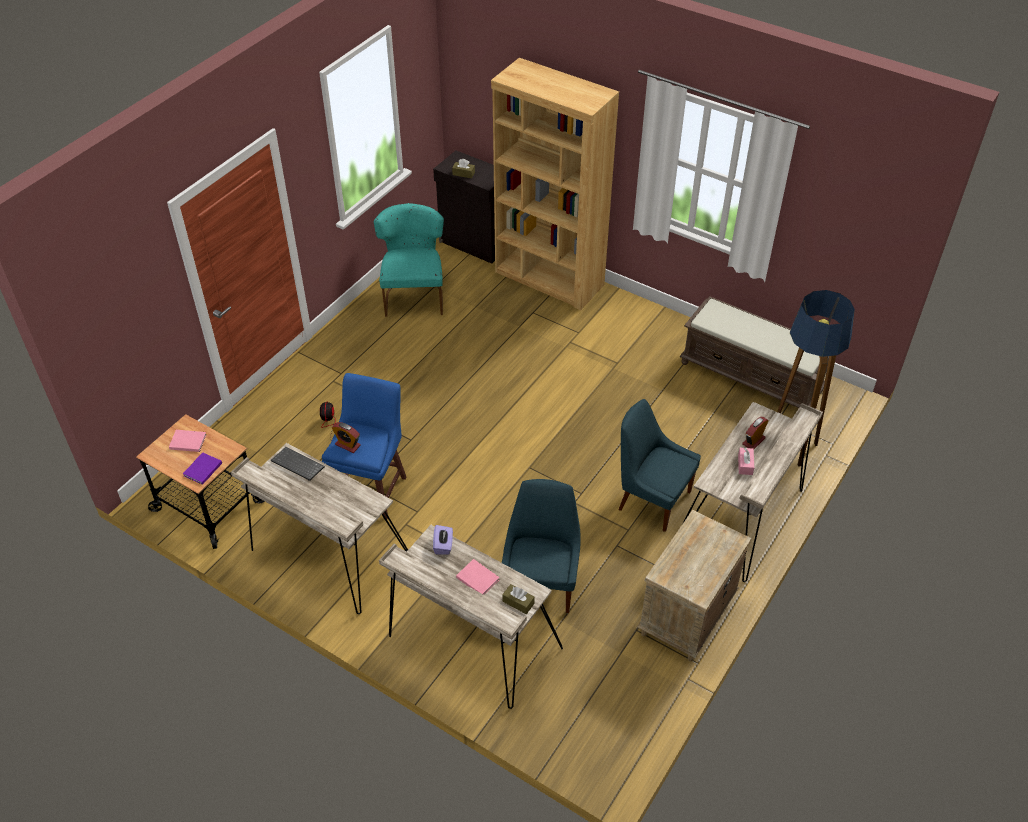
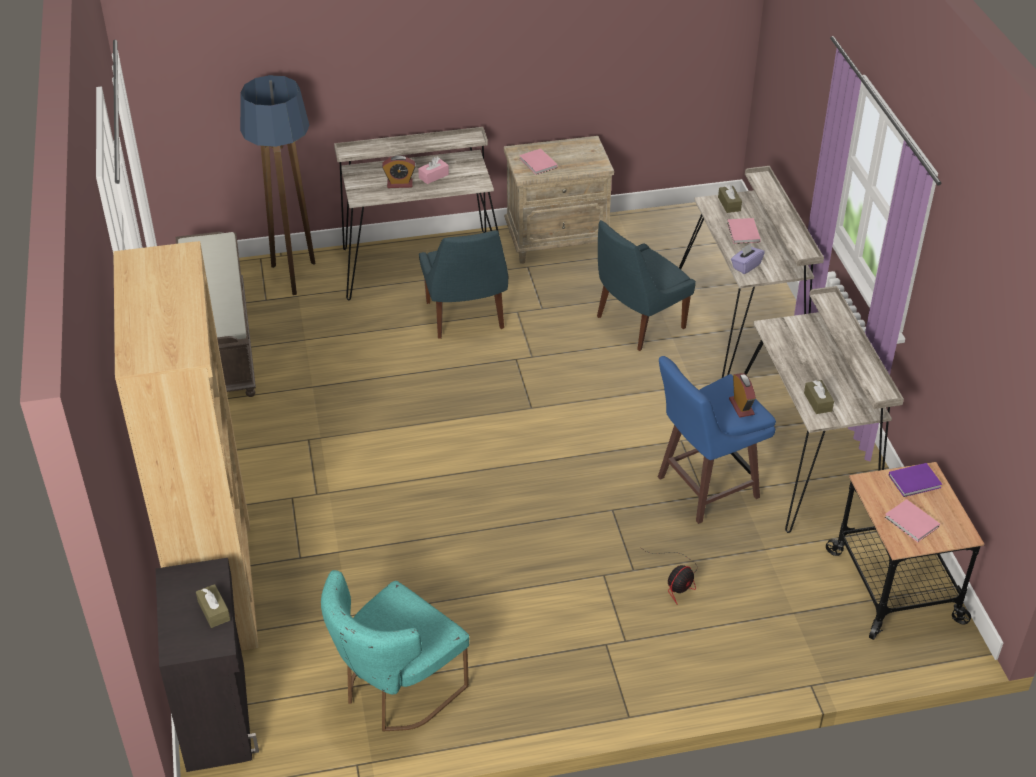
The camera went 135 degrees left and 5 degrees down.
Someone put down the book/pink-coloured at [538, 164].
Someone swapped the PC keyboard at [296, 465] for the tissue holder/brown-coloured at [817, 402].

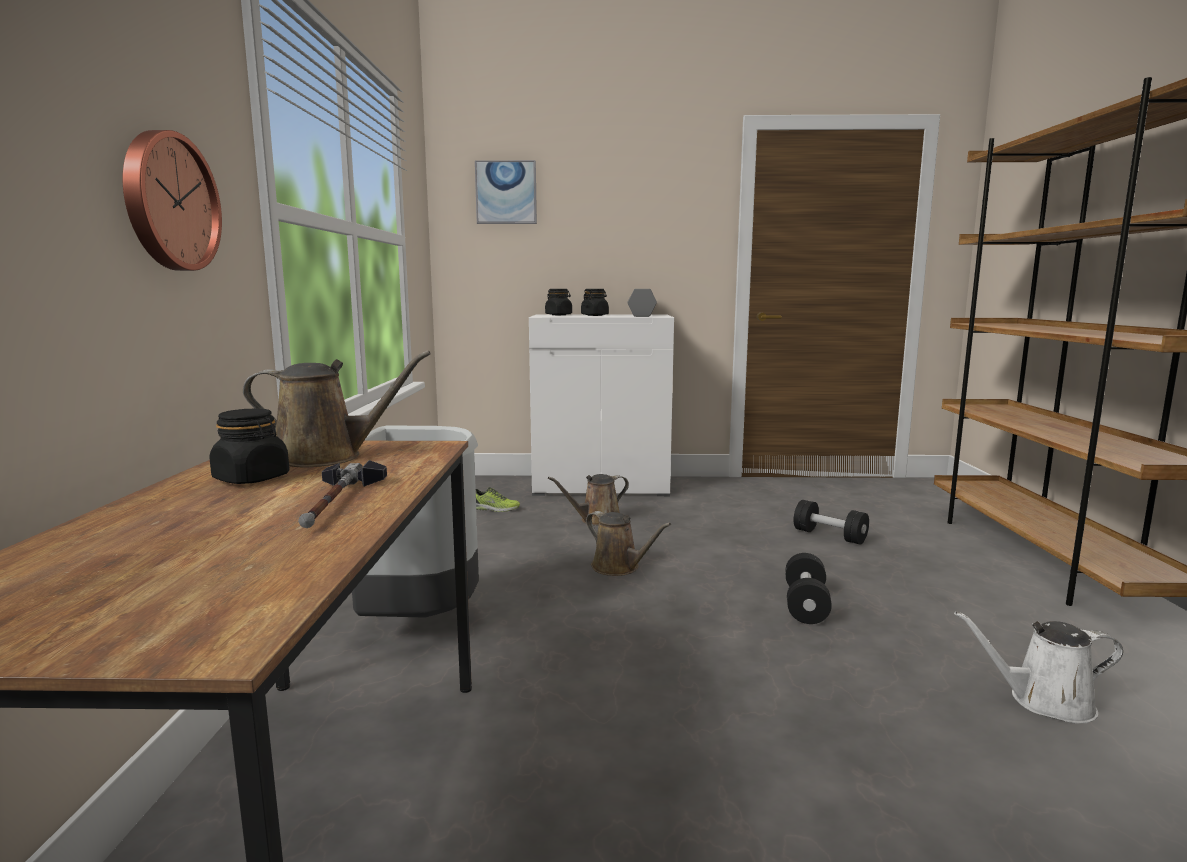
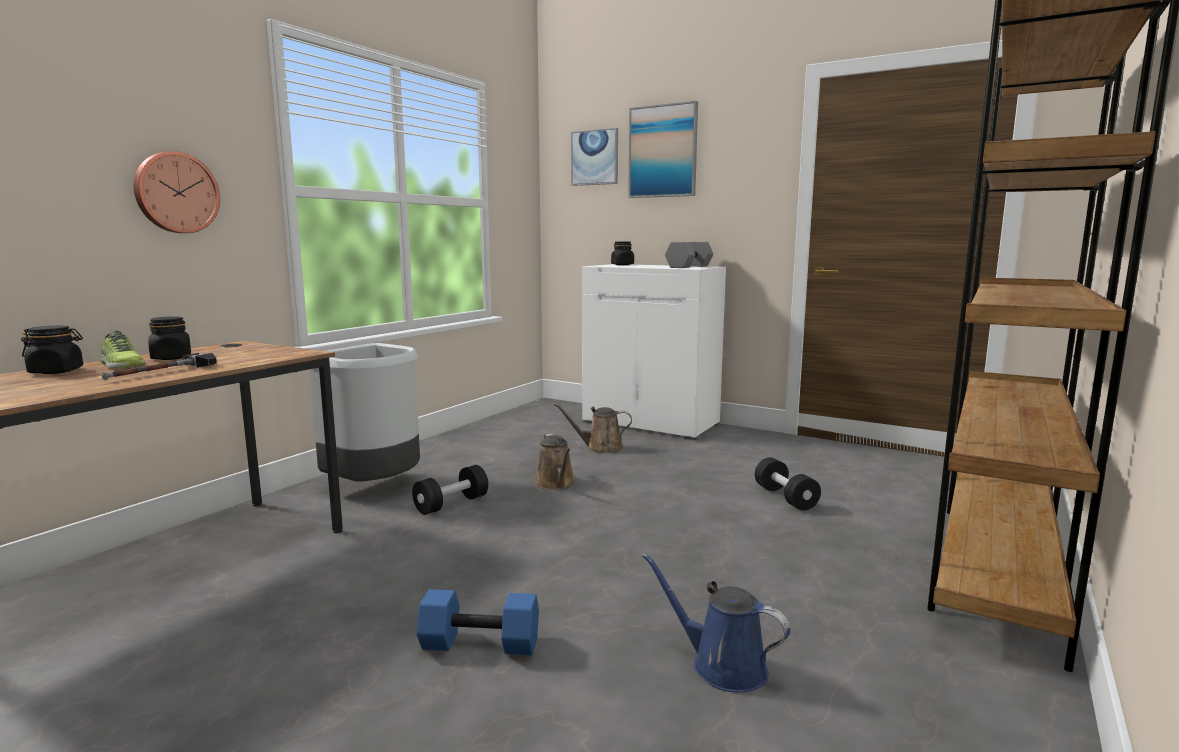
The camera went 30 degrees right and 0 degrees up.
Someone carried the storage jar/black-coloured from [594, 315] to [56, 371].
Someone carried the item of footwear from [494, 509] to [121, 365].
Someone carried the dumbbell/black-coloured from [805, 605] to [451, 504].
Someone put down the dumbbell/blue at [478, 645].
Someone put up the picture at [663, 151].
Someone repainted the watering can/whitish at [1043, 702], which became the watering can/blue at [722, 666].
Someone took away the watering can/brown-coloured at [326, 457].

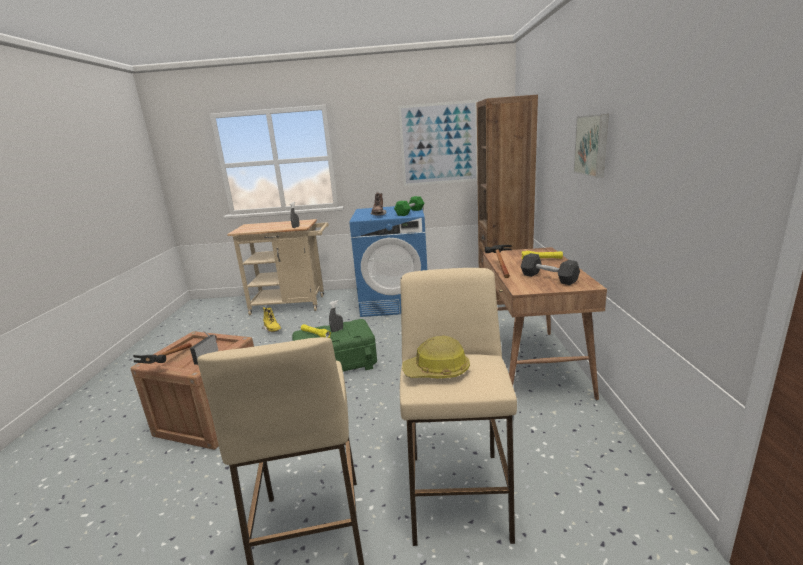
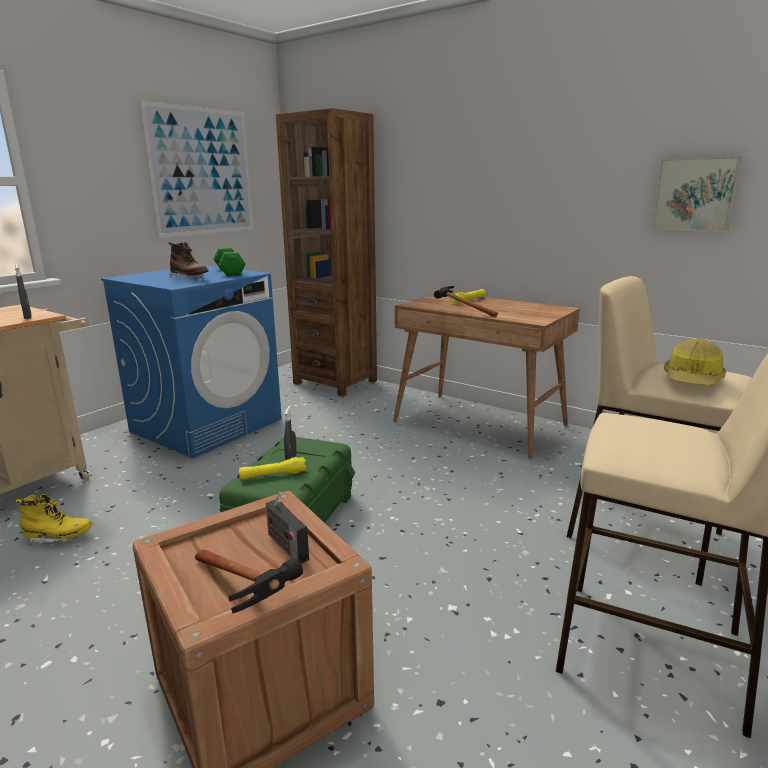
The camera went 55 degrees left and 0 degrees up.
Someone carried the picture from [593, 145] to [695, 194].
Someone took away the dumbbell/black-coloured at [548, 278].

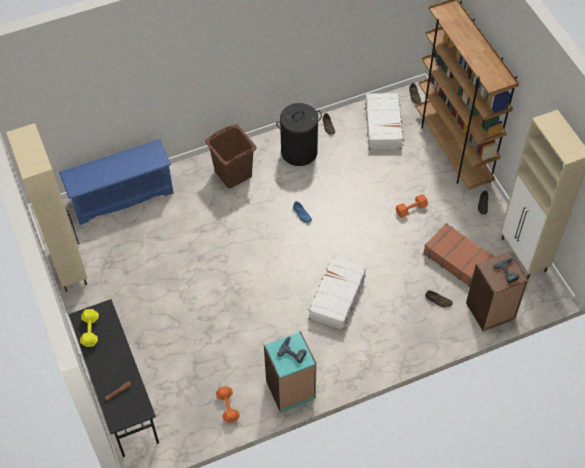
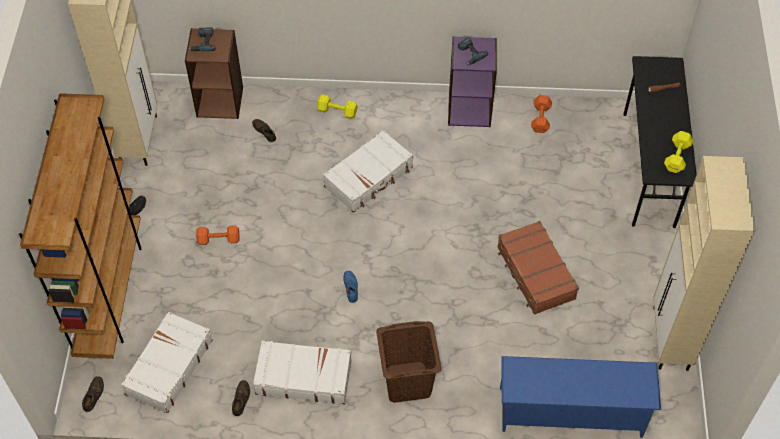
The camera went 155 degrees left and 0 degrees up.
Someone swapped the hamper/black-coloured at [299, 152] for the piece of luggage/whitish at [303, 377].
Someone put down the dumbbell/yellow-coloured at [336, 111].
Someone repainted the bookcase/blue-green at [290, 390], which became the bookcase/purple-coloured at [469, 109].
Someone carried the piece of luggage/brown-coloured from [459, 260] to [535, 273].

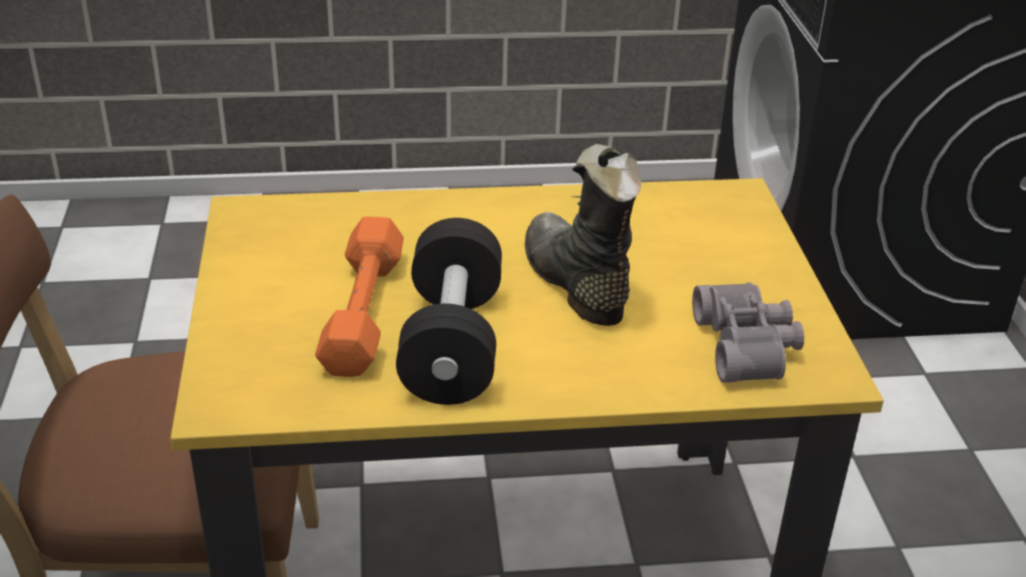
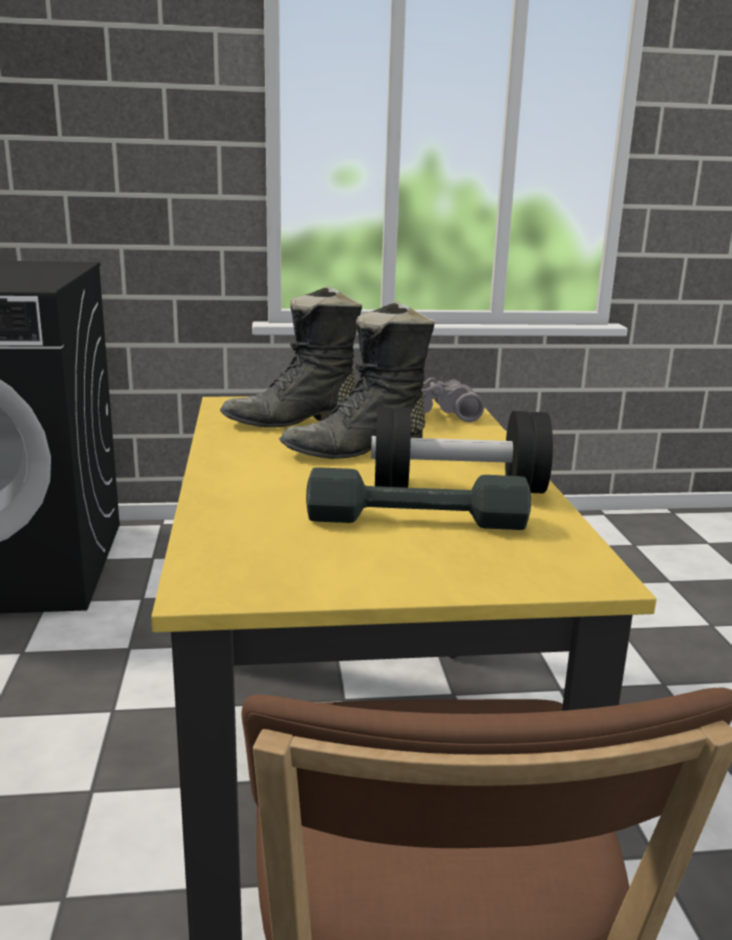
The camera went 90 degrees left and 15 degrees down.
Someone put down the tall boot/black-coloured at [293, 421].
Someone repainted the dumbbell/orange at [363, 311], which became the dumbbell/grey at [416, 520].

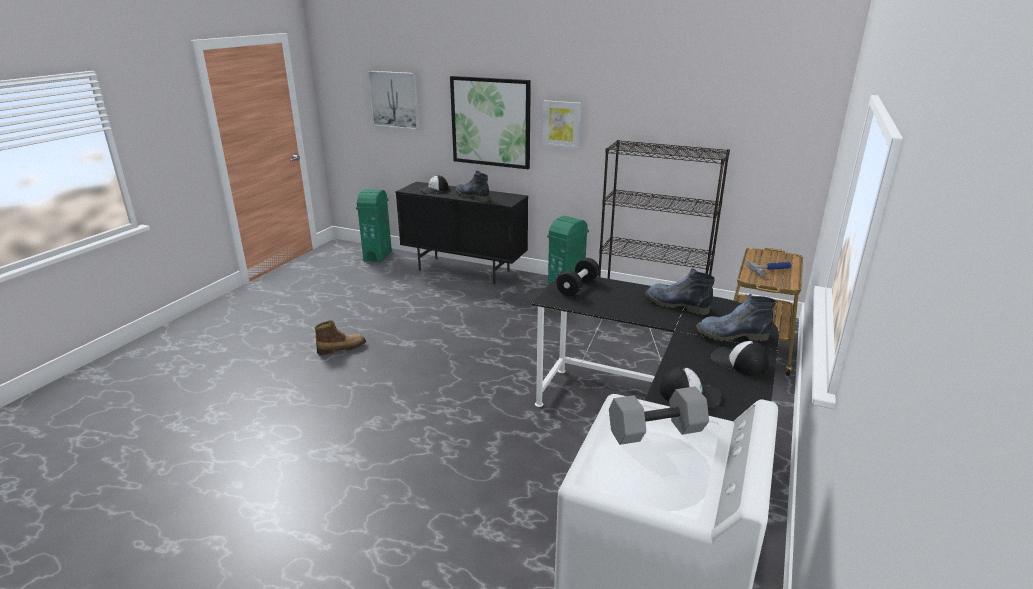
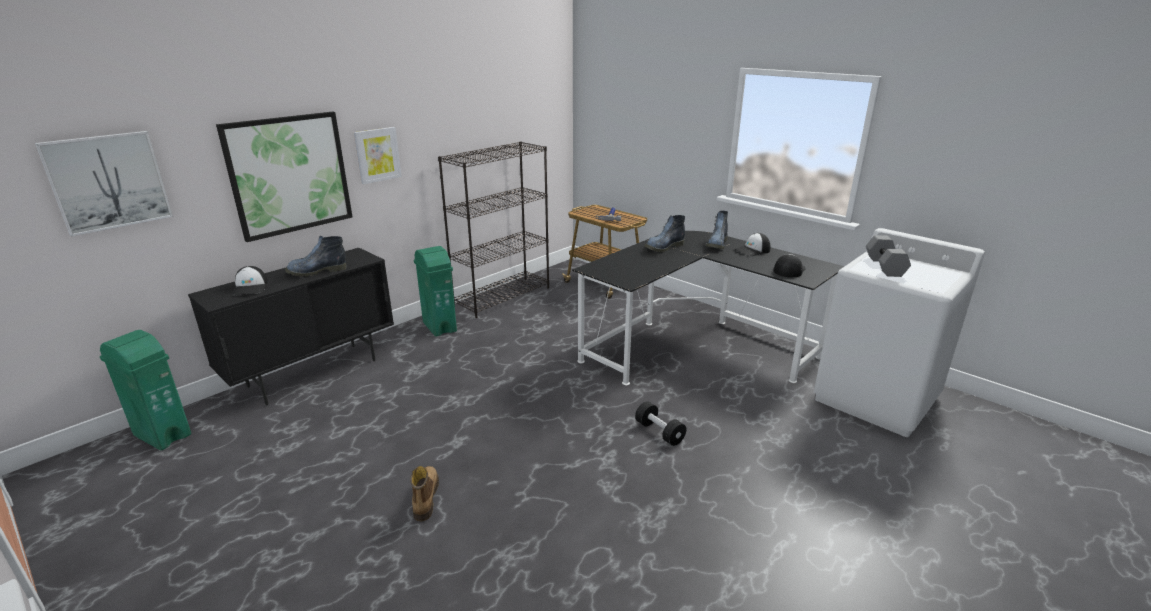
The camera went 70 degrees left and 0 degrees up.
Someone carried the dumbbell/black-coloured from [578, 287] to [659, 432].

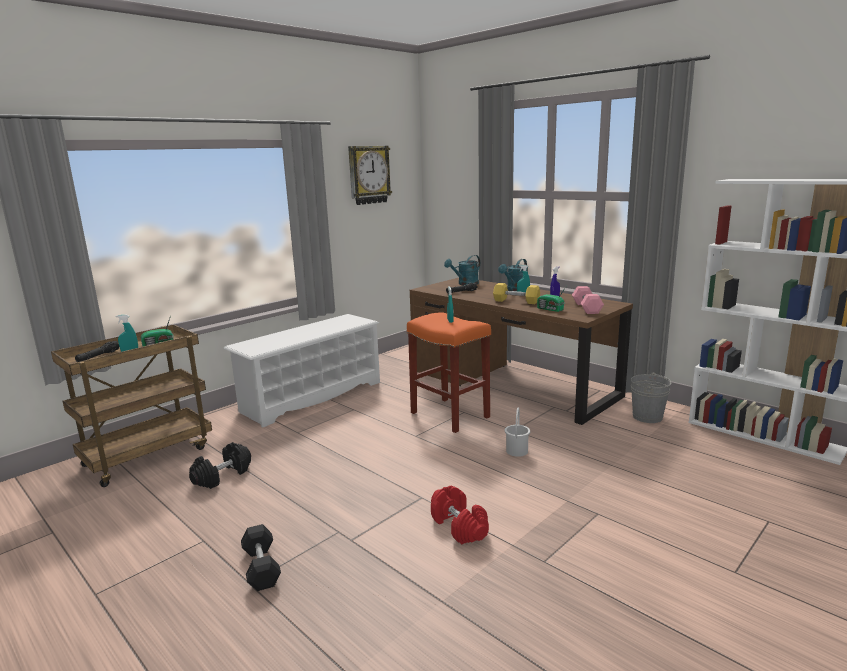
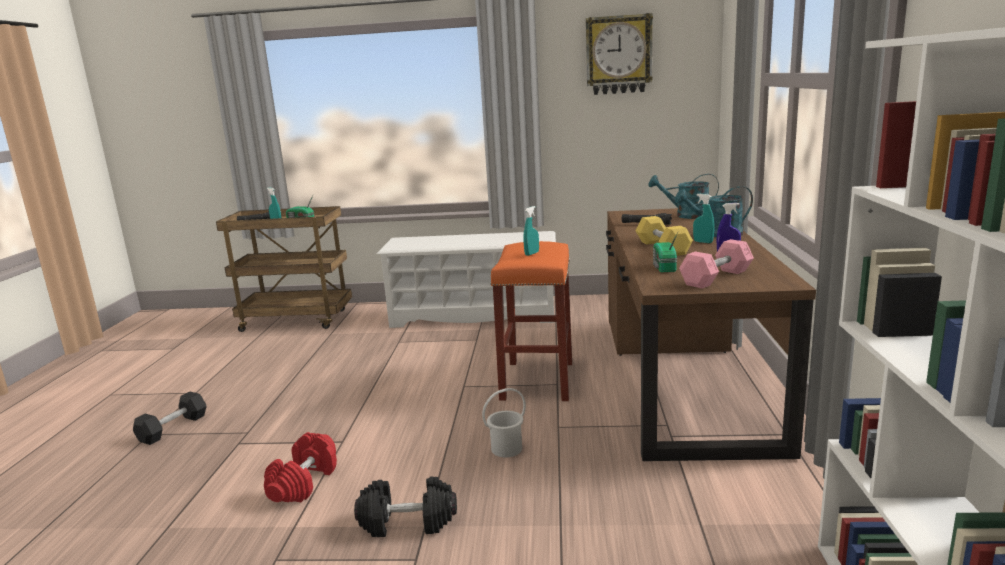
The camera went 50 degrees right and 0 degrees up.
Someone carried the dumbbell/black-coloured from [222, 476] to [408, 522].
Someone took away the bucket/grey at [647, 417].

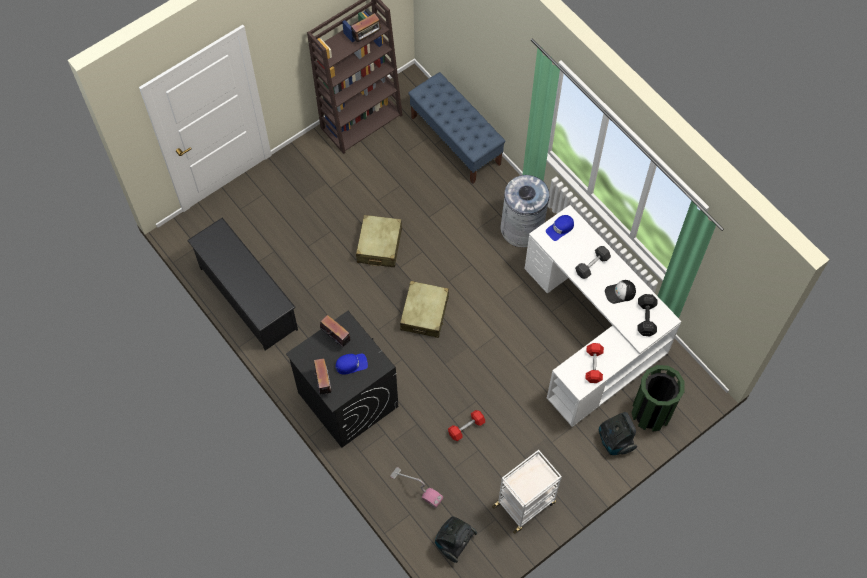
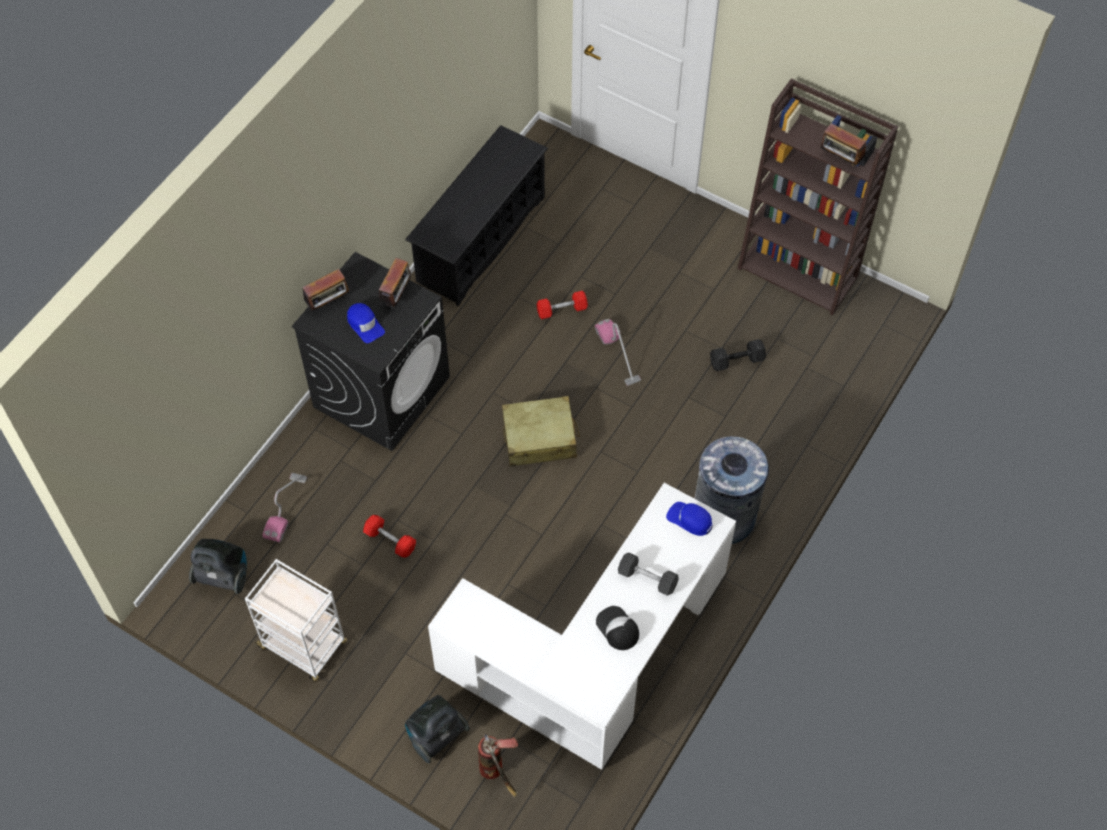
The camera went 70 degrees right and 5 degrees down.
Someone swapped the trash can/green at [651, 413] for the fire extinguisher at [498, 774].
Someone carried the dumbbell/red from [593, 365] to [562, 310].
Someone swapped the piece of luggage/beige at [379, 246] for the vacuum at [617, 354].
Someone carried the dumbbell/black-coloured from [645, 319] to [735, 361].
Someone took away the long seat/blue at [456, 141].

